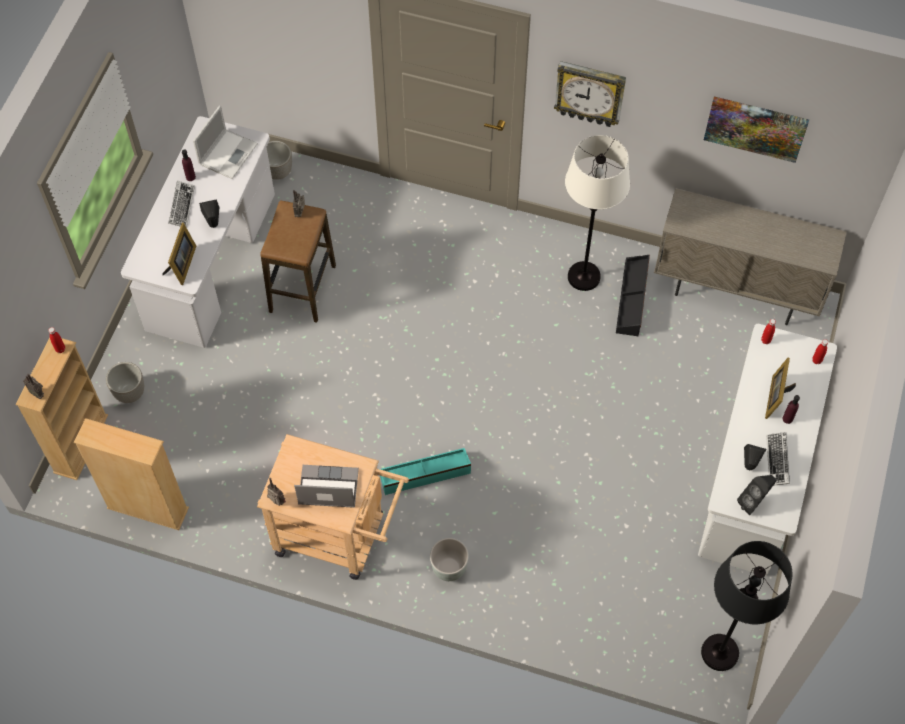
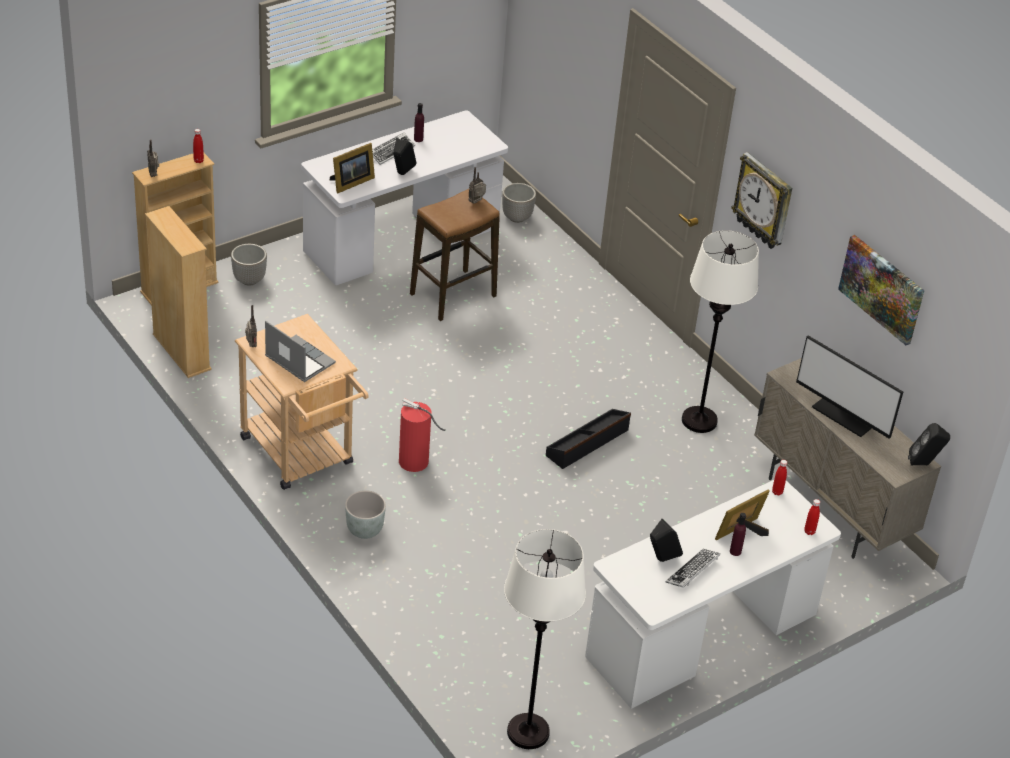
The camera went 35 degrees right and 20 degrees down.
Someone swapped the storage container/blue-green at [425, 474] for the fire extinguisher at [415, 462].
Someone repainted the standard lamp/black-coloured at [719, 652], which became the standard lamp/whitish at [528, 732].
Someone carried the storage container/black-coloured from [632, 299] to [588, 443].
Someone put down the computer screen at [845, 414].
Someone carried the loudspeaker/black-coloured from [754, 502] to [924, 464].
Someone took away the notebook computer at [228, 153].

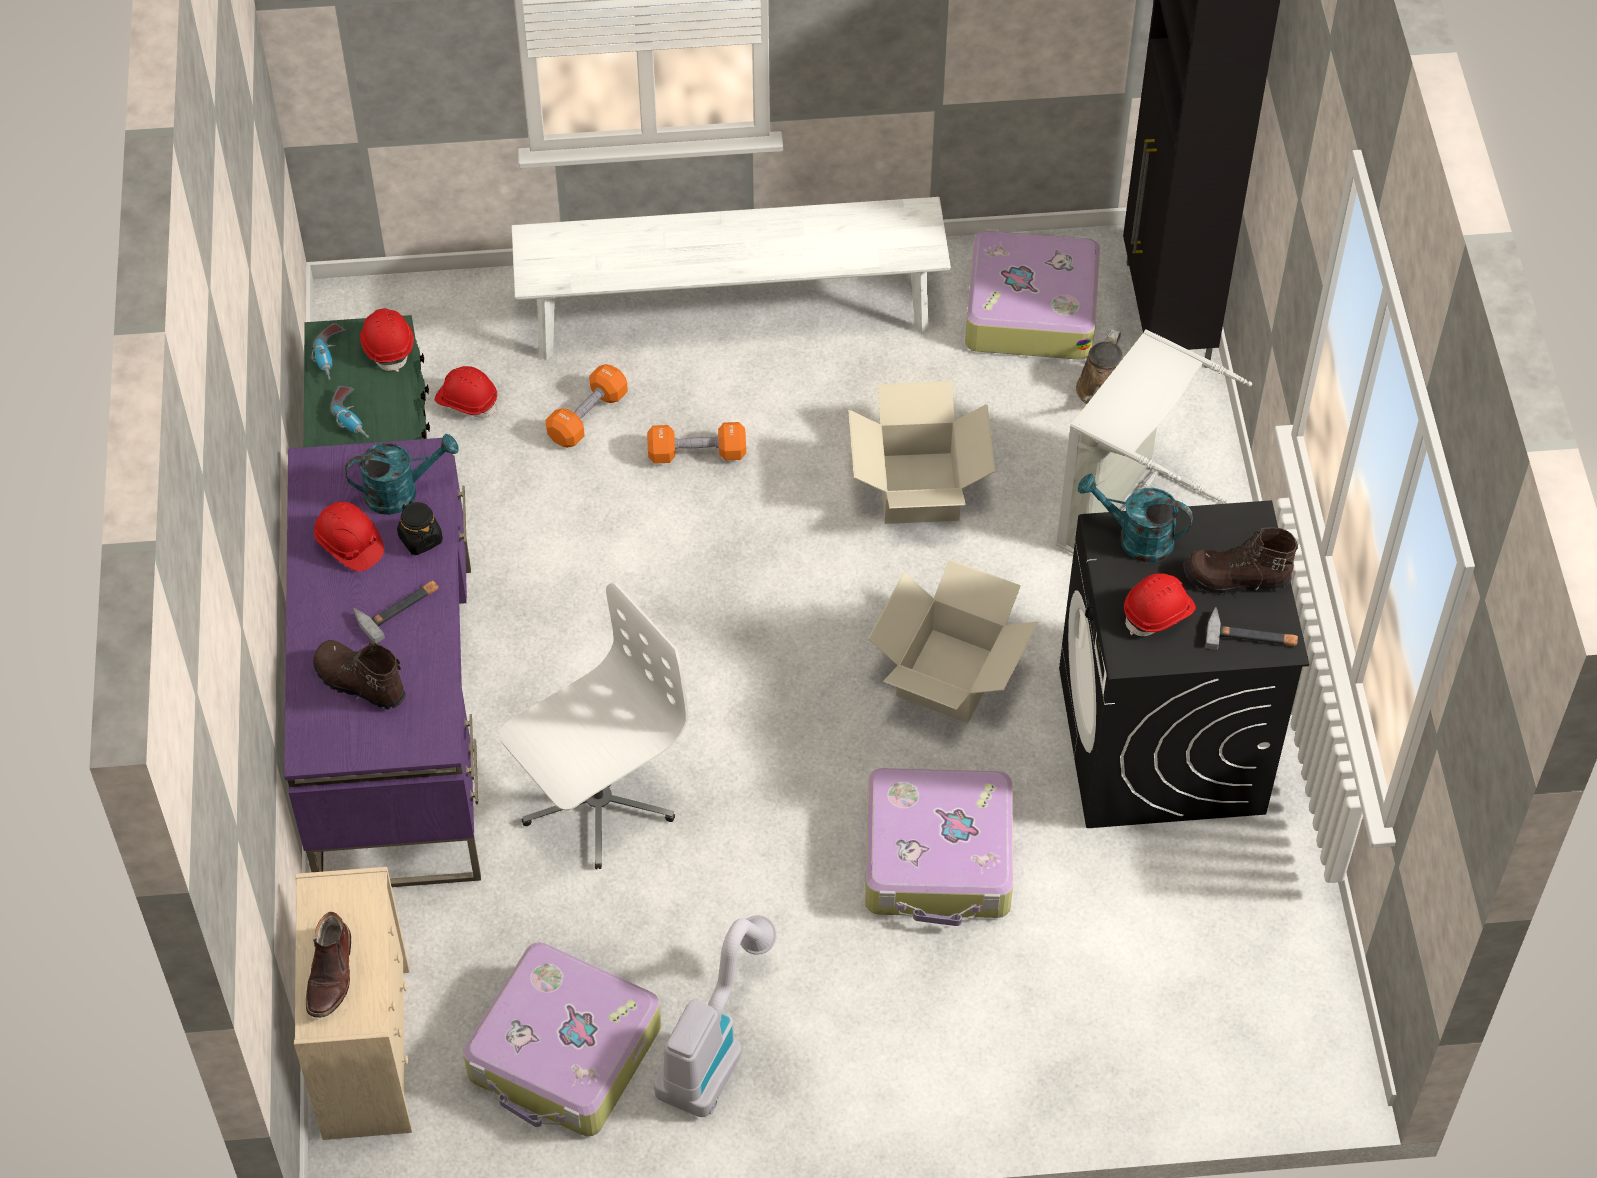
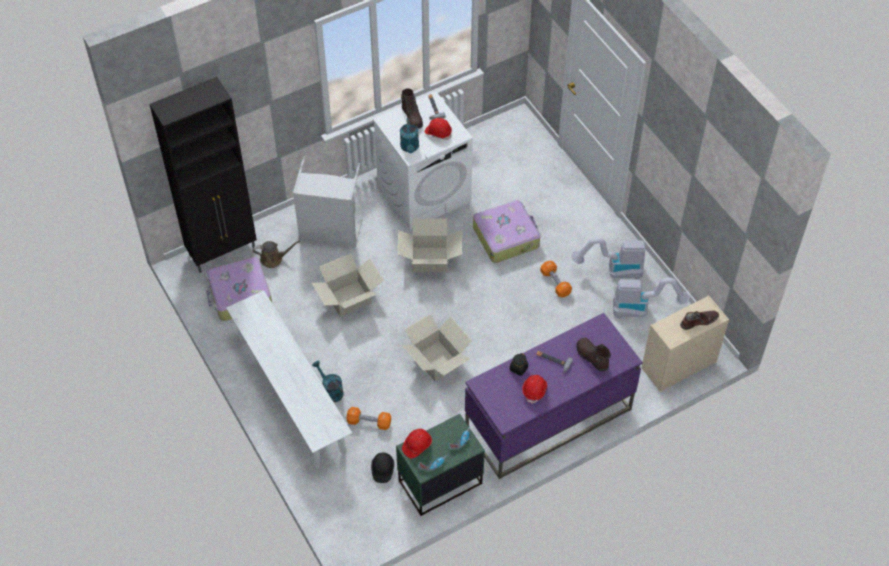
The camera went 115 degrees left and 0 degrees up.
Someone carried the watering can/blue-green from [401, 492] to [330, 390].
Someone repainted the safety helmet/red at [467, 401], which became the safety helmet/black-coloured at [382, 469].
Someone repainted the laundry appliance/black-coloured at [1161, 742], which became the laundry appliance/whitish at [424, 193].
Someone put down the cardboard box at [437, 360].
Someone carried the dumbbell/orange from [697, 454] to [555, 283].
Someone rotated the tall boot/brown-coloured at [359, 683] by 135 degrees clockwise.
Someone swapped the piece of luggage at [565, 1054] for the vacuum at [642, 309].
Someone took away the desk chair/whitish at [597, 801].

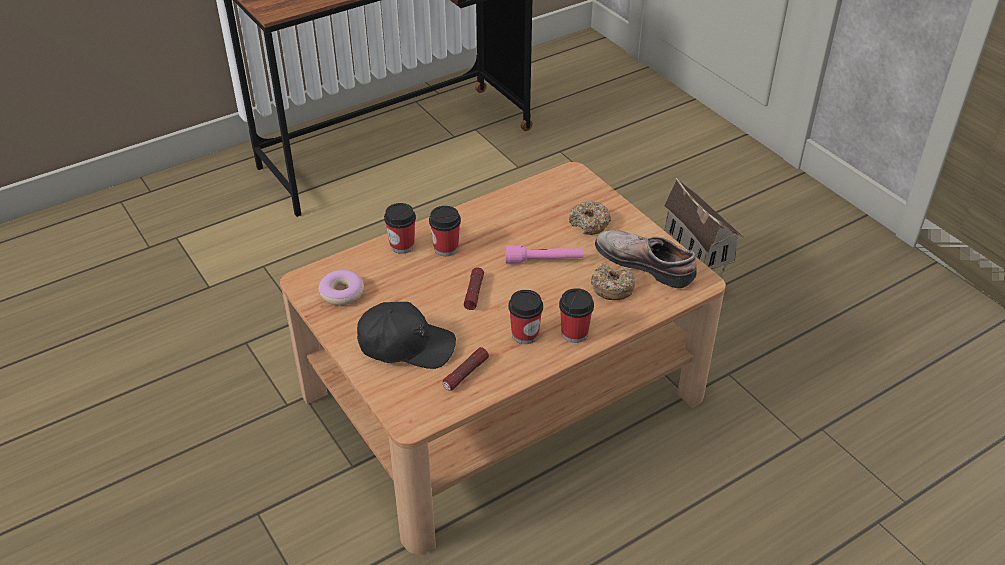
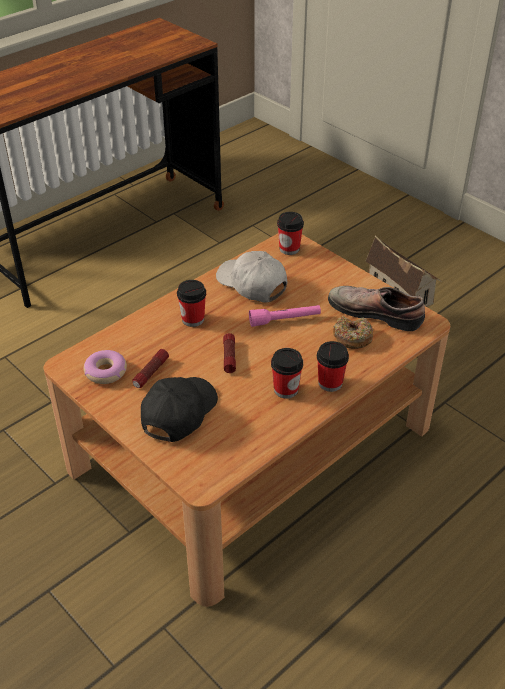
The camera went 10 degrees left and 0 degrees up.
Someone carried the hand torch from [465, 374] to [151, 373].
Someone rotated the cap/black-coloured at [406, 345] by 60 degrees counterclockwise.
Someone put down the cap/whitish at [252, 284].
Someone carried the cup from [402, 245] to [289, 249].
Someone took away the doughnut at [589, 223].

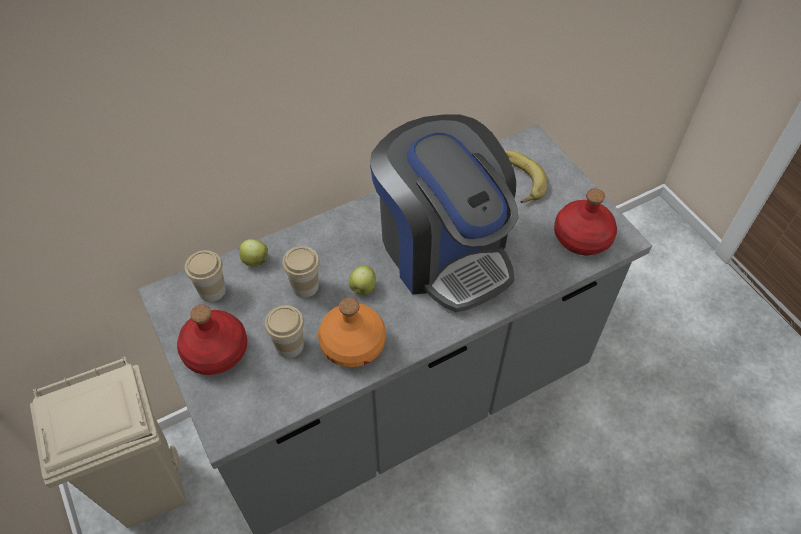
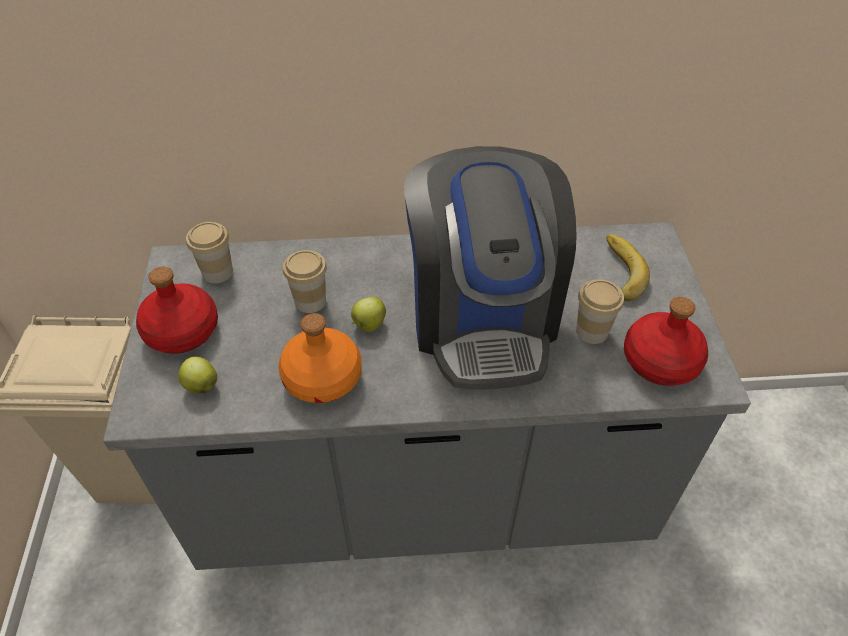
The camera went 25 degrees right and 5 degrees down.
Someone carried the apple fruit from [254, 260] to [201, 385].
Someone carried the cup from [289, 345] to [592, 331].

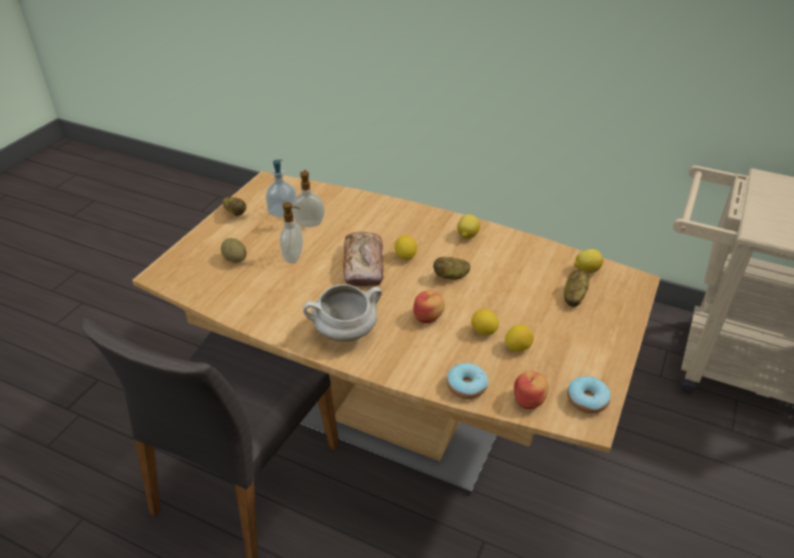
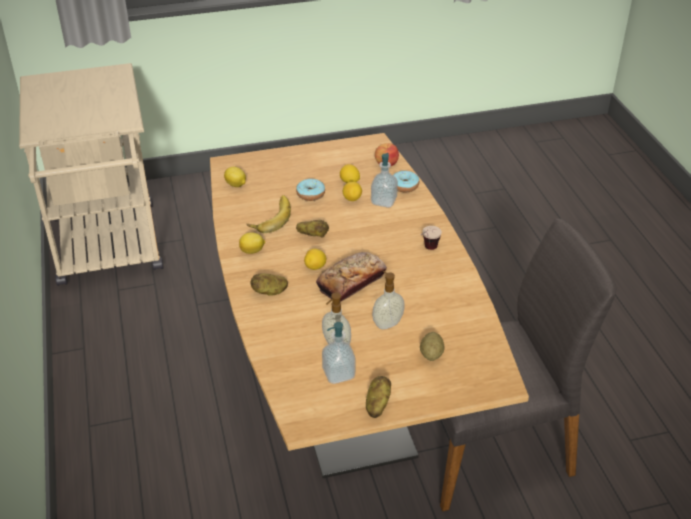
The camera went 130 degrees left and 0 degrees up.
Someone put down the banana at [270, 217].
Someone carried the spud from [573, 296] to [269, 292].
Someone carried the doughnut from [587, 400] to [310, 194].
Someone put down the soap bottle at [383, 201].
Someone swapped the stockpot/whitish at [344, 333] for the cup at [427, 250].
Someone took away the apple fruit at [428, 317].

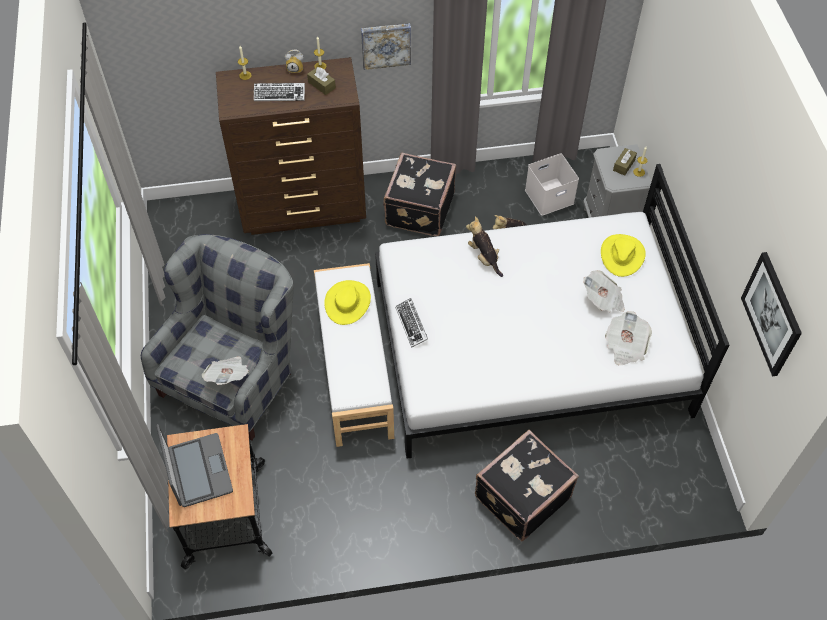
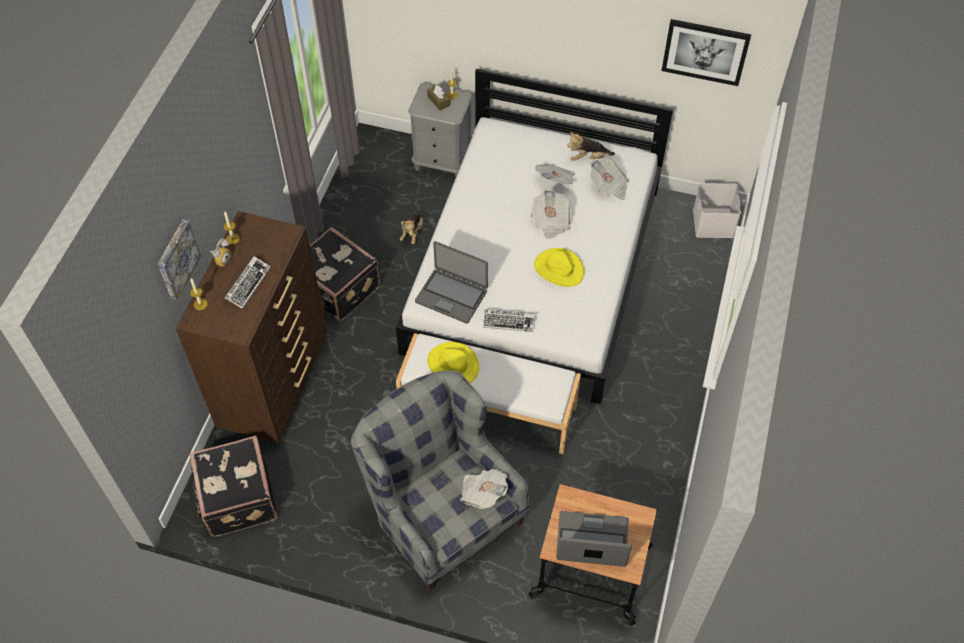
The camera went 65 degrees left and 0 degrees up.
Someone carried the picture from [386, 44] to [176, 259].
Someone carried the piece of luggage/black-coloured from [521, 496] to [237, 499].
Someone put down the notebook computer at [451, 296].
Someone put down the daily paper at [551, 222].
Someone carried the wearable hat/yellow-coloured from [622, 255] to [558, 269].
Someone carried the plush toy from [484, 257] to [588, 158].
Someone carried the storage container/whitish from [549, 197] to [714, 223].
Someone took away the tissue holder/brown-coloured at [321, 85].

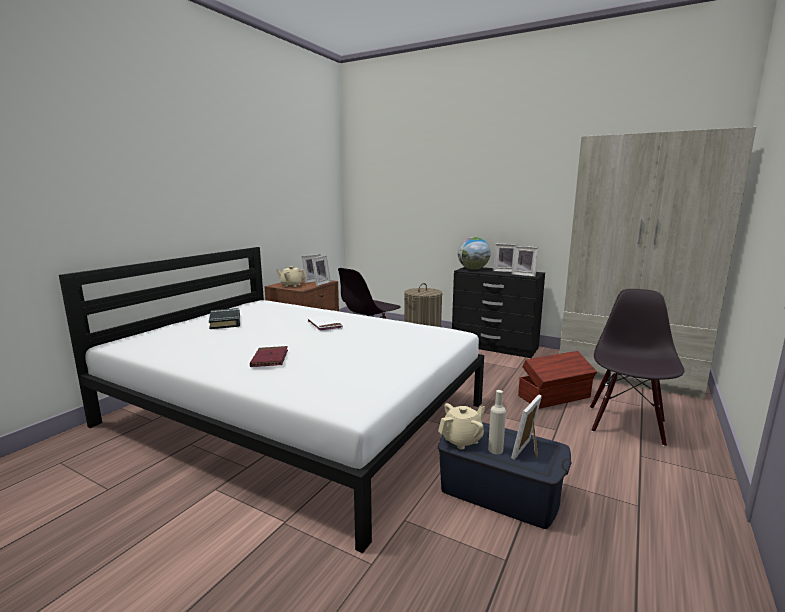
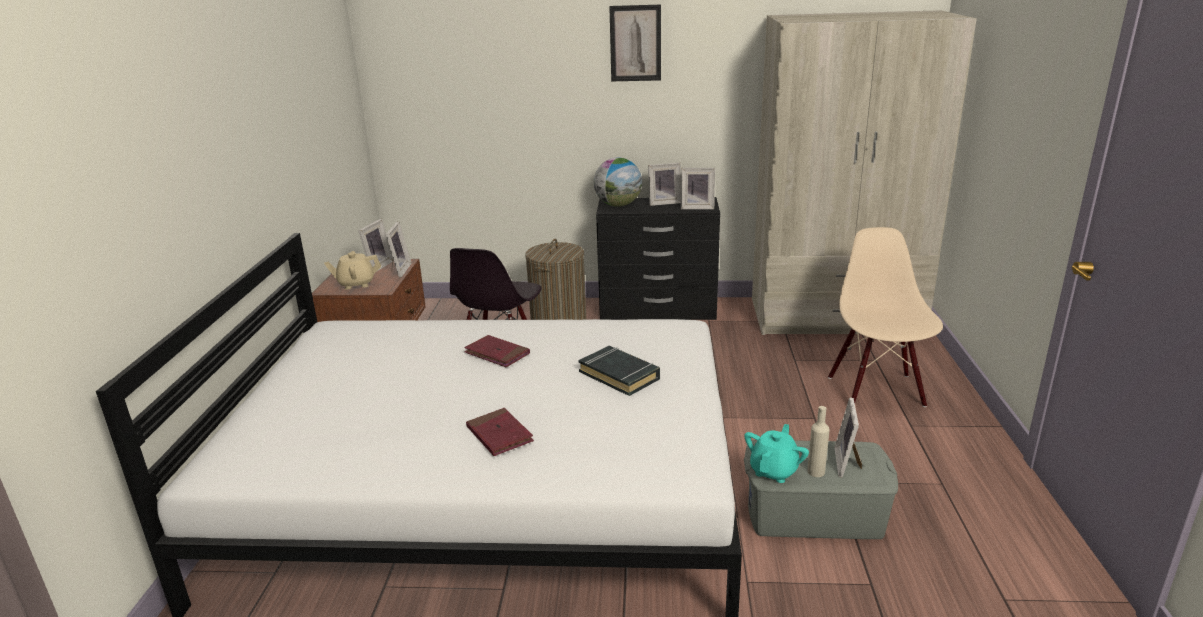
The camera went 25 degrees left and 10 degrees up.
Someone repainted the book/whitish at [324, 325], which became the book/red at [497, 354].
Someone carried the book/black-coloured from [225, 322] to [619, 375].
Someone put up the picture at [635, 43].
Someone repainted the storage container/blue at [500, 492], which became the storage container/grey at [814, 514].
Someone repainted the pot for tea/beige at [462, 440], which became the pot for tea/blue-green at [774, 471].
Someone repainted the plain chair/black-coloured at [626, 425], which became the plain chair/beige at [877, 391].
Someone took away the storage container/brown-coloured at [555, 397].

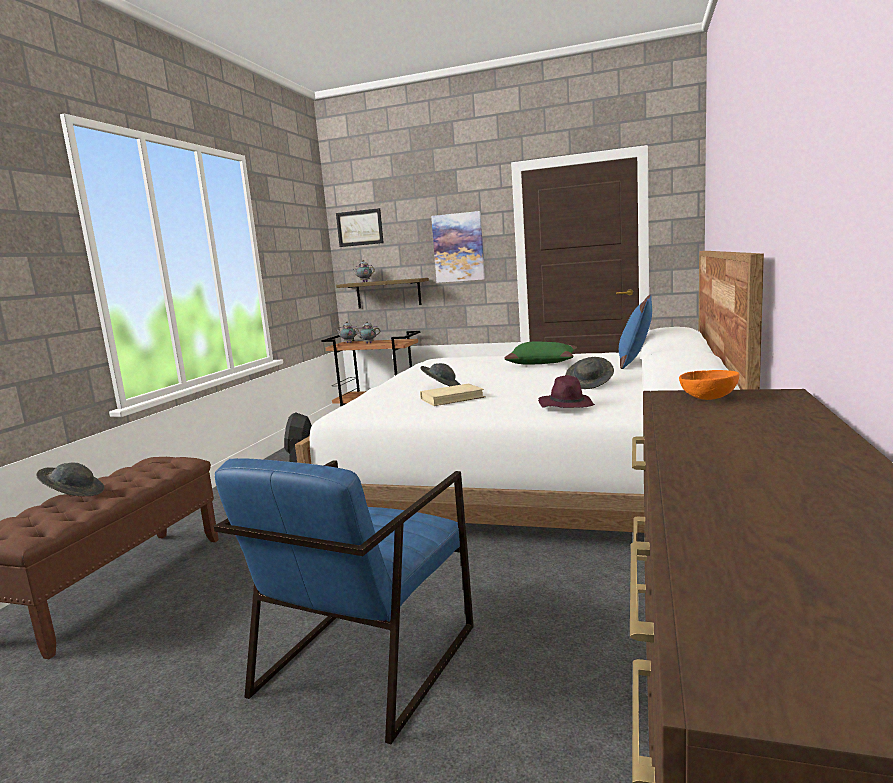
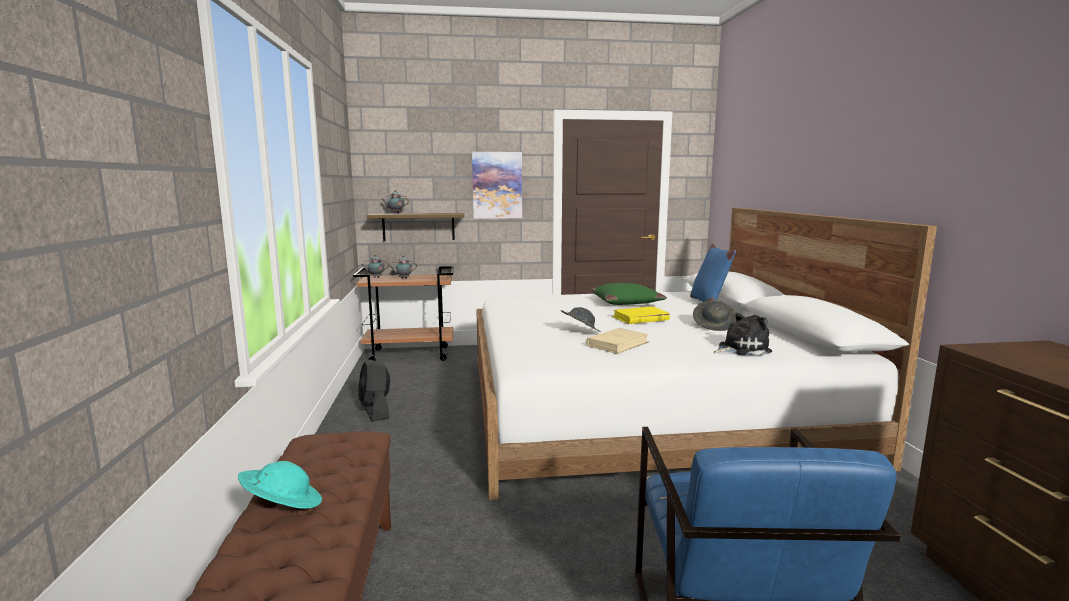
The camera went 25 degrees left and 0 degrees up.
Someone repainted the wearable hat/grey at [74, 495], which became the wearable hat/blue-green at [282, 506].
Someone put down the book/yellow-coloured at [640, 318].
Someone swapped the wearable hat/purple-coloured at [566, 405] for the plush toy at [741, 349].
Someone took away the picture at [359, 228].
Someone took away the serving bowl/orange at [707, 397].

